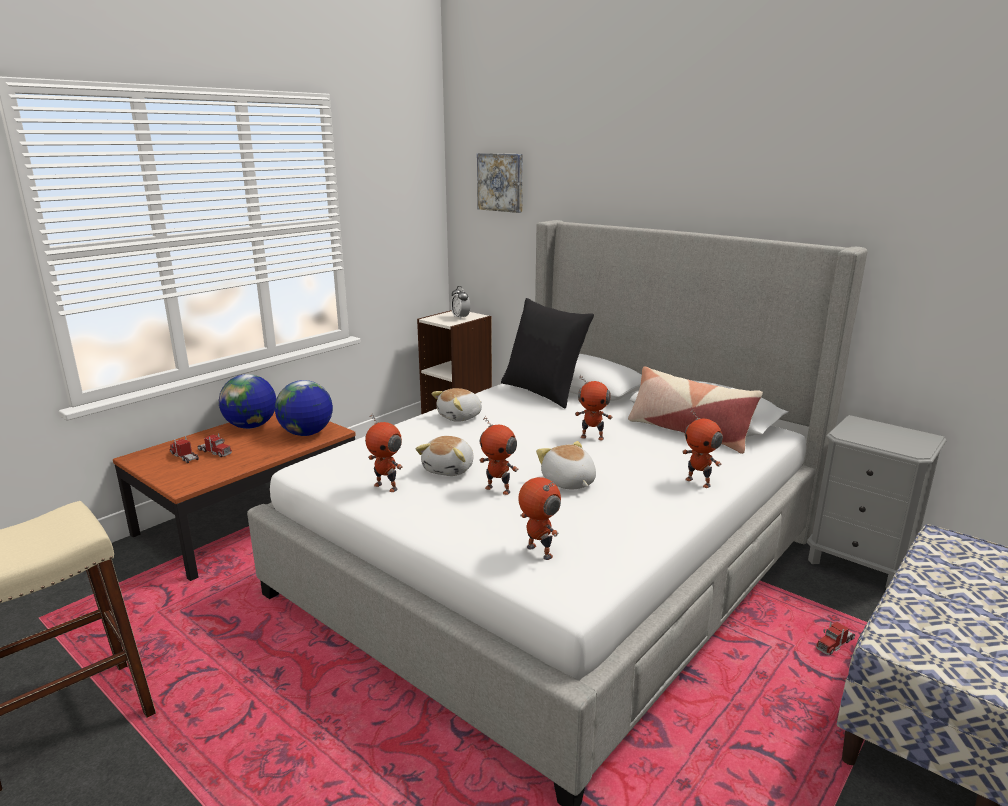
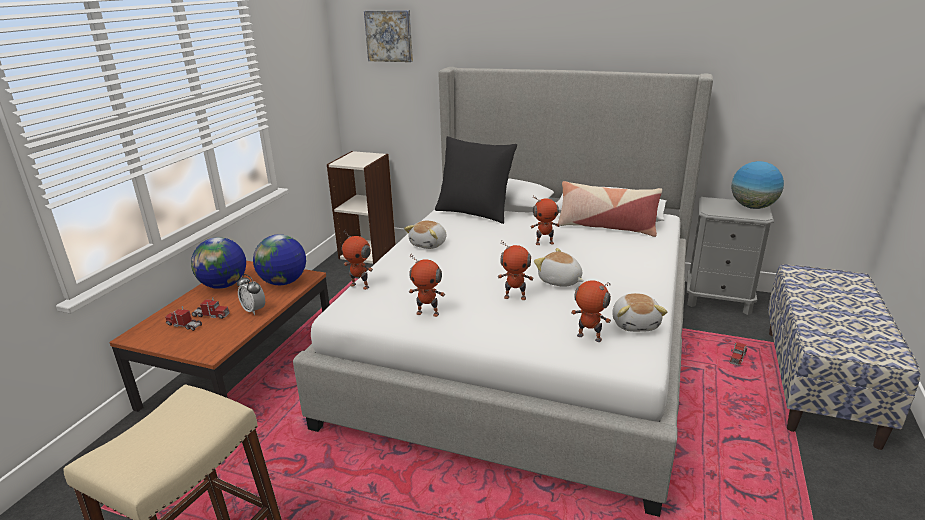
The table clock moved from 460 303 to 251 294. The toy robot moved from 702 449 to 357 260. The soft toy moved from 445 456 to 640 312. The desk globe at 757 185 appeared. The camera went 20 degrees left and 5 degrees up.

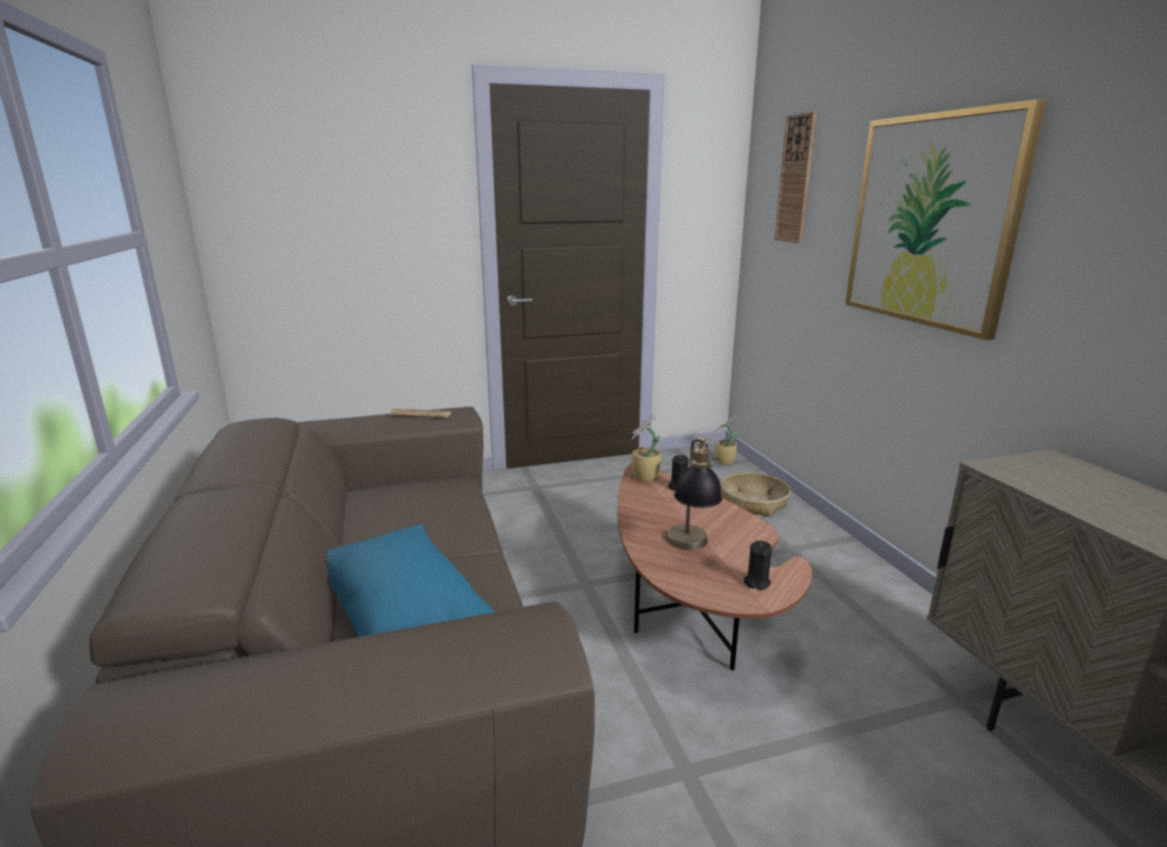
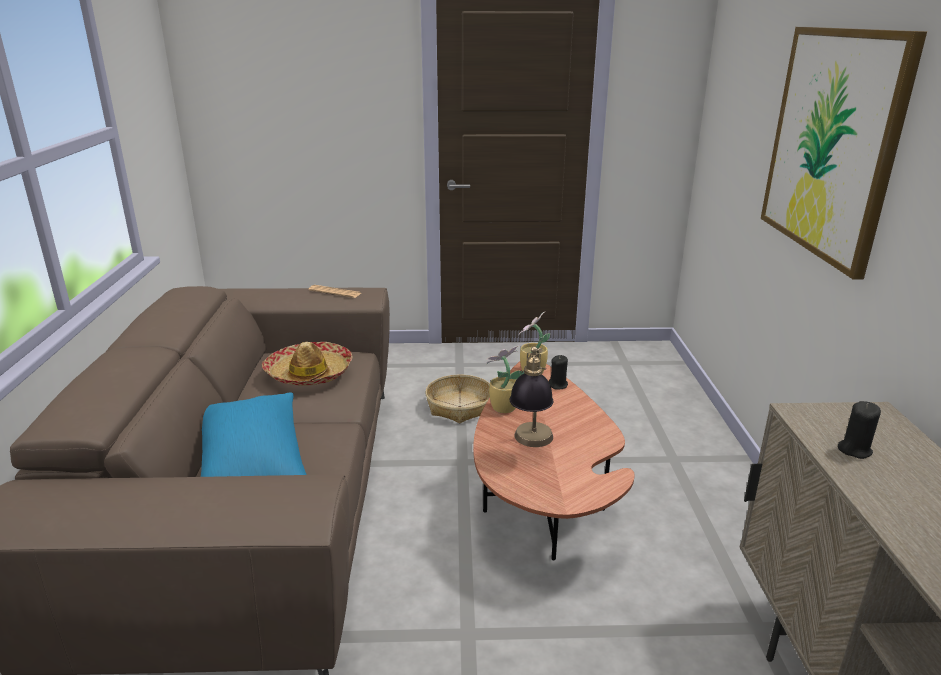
The hat at 307 364 appeared. The storage basket moved from 756 494 to 457 398. The houseplant moved from 727 440 to 505 379. The black-coloured candle moved from 758 565 to 859 430. The hanging clock at 796 178 disappeared. The camera went 15 degrees right and 5 degrees up.

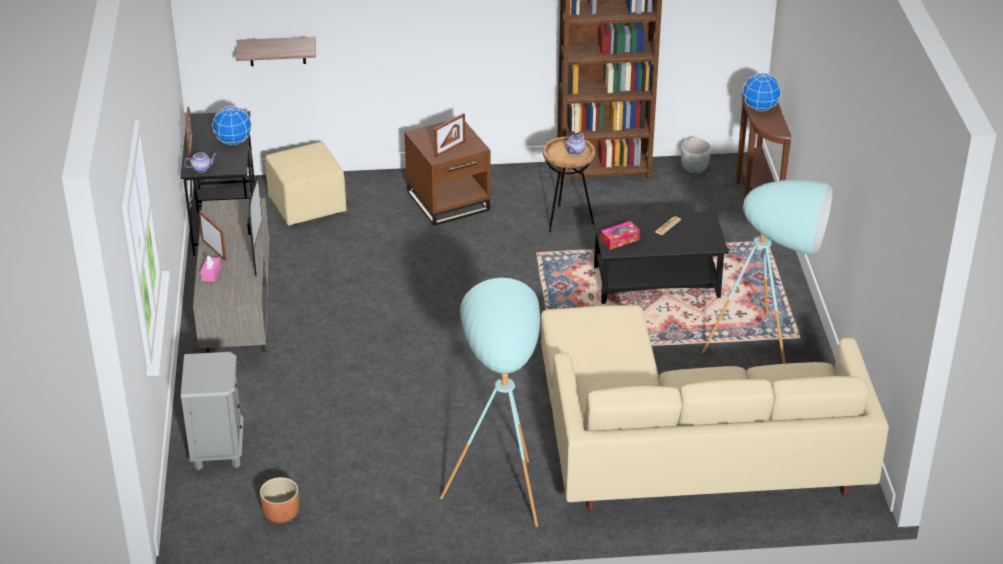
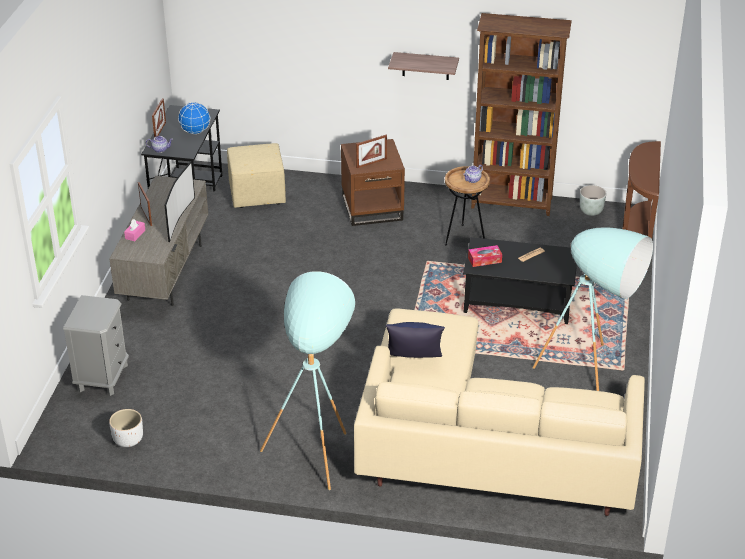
The brown-coloured flower pot at 279 500 became the whitish flower pot at 126 428. The bluish cushion at 415 340 appeared. The shelf moved from 276 51 to 423 66. The desk globe at 762 92 disappeared. The camera went 15 degrees right and 0 degrees up.

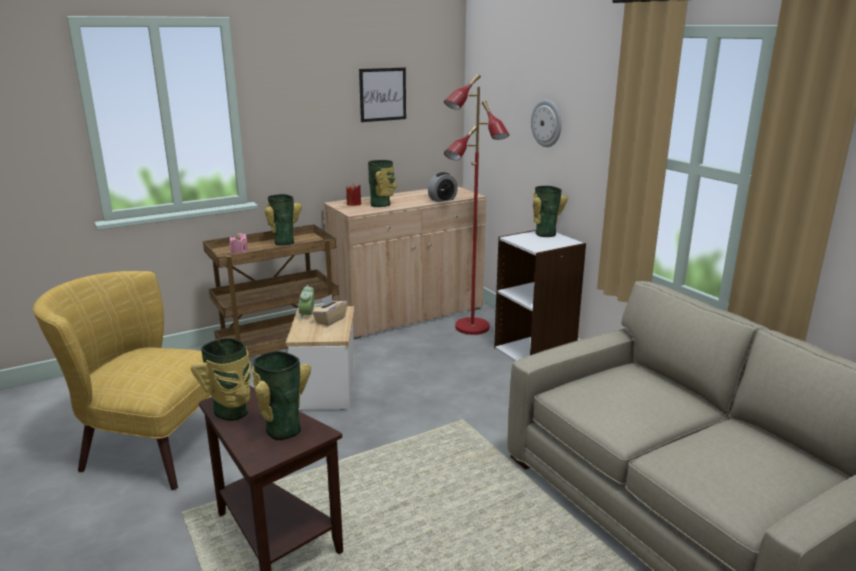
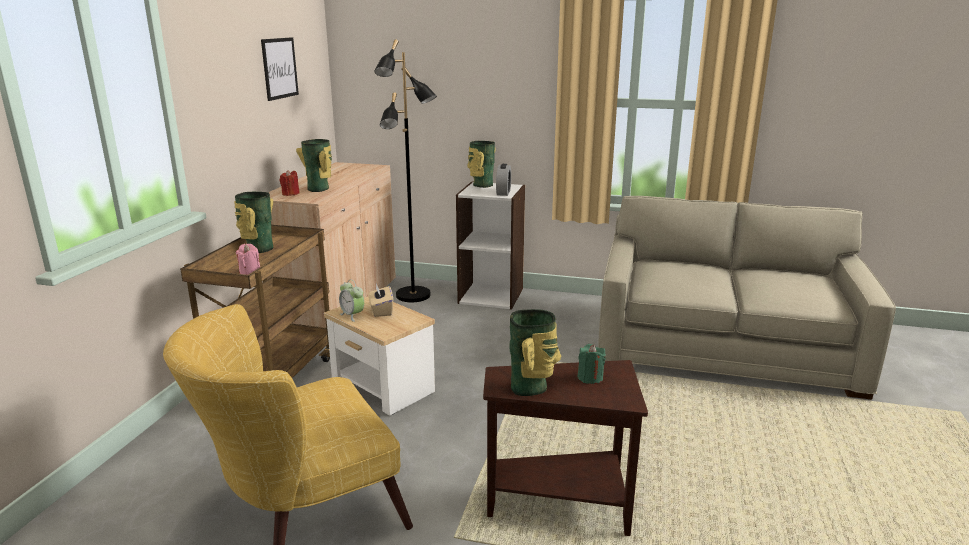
The red standing lamp at 476 204 became the black-coloured standing lamp at 405 170. The table clock moved from 443 187 to 503 180. The decorative vase at 281 395 was replaced by the green candle at 592 364. The hanging clock at 546 123 disappeared. The camera went 45 degrees left and 0 degrees up.

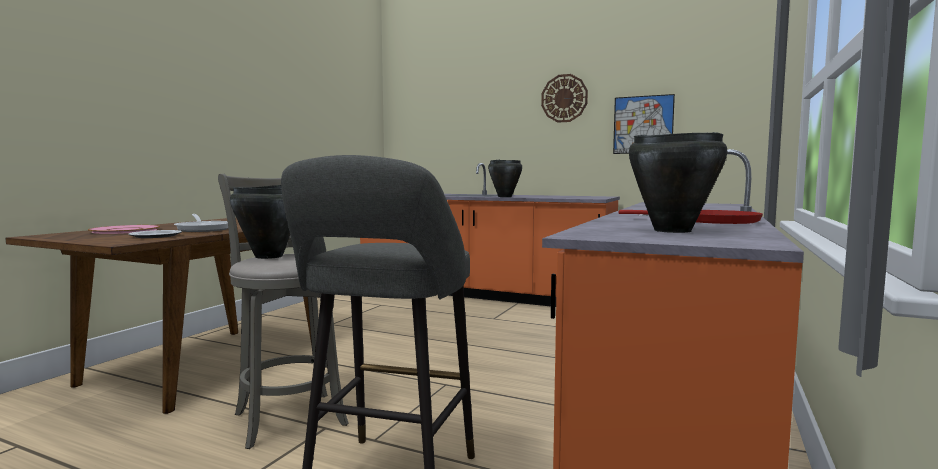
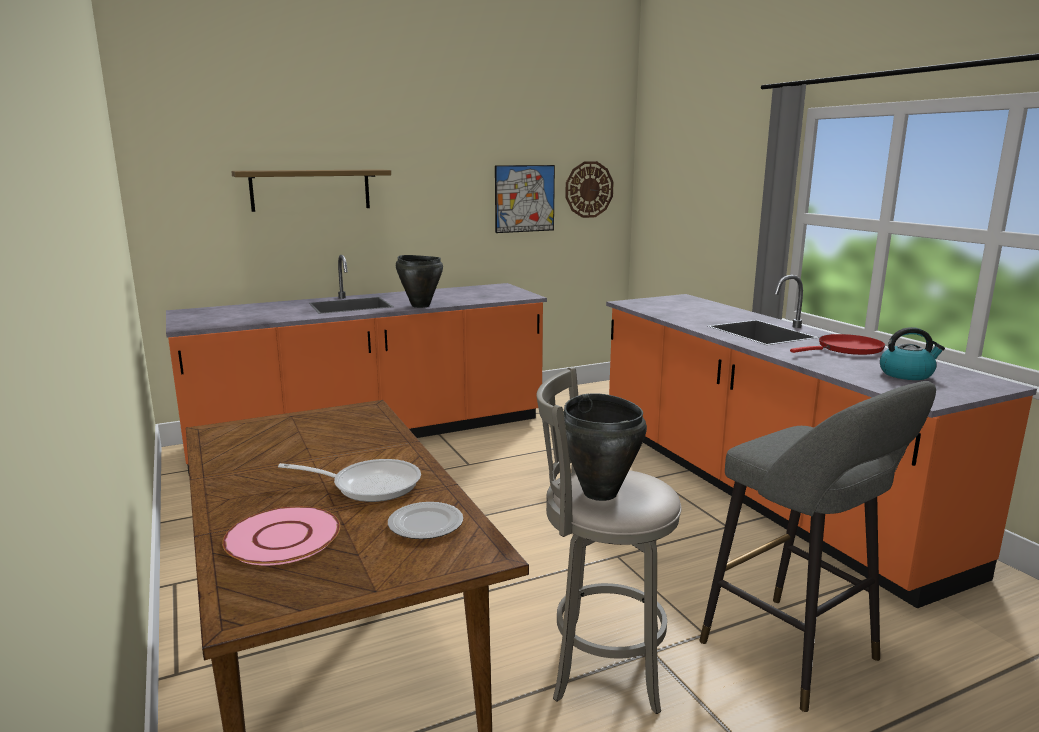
The shelf at 311 190 appeared. The hanging clock moved from 564 98 to 589 189. The black-coloured cooking pot at 678 182 was replaced by the water kettle at 912 353. The camera went 50 degrees left and 10 degrees up.

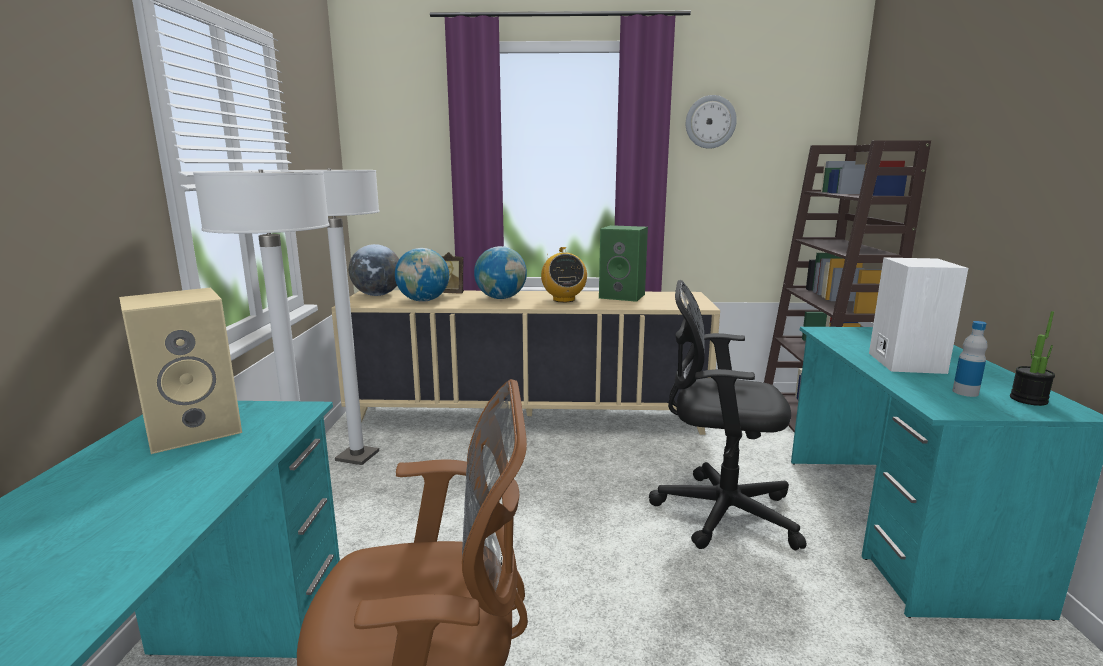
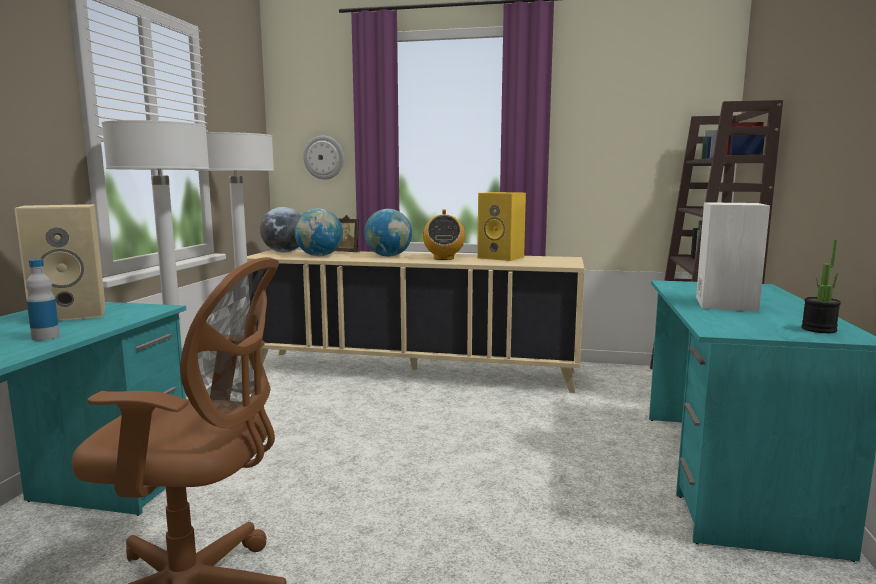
The beverage bottle moved from 970 359 to 43 300. The hanging clock moved from 711 122 to 323 158. The green loudspeaker at 623 263 became the yellow-coloured loudspeaker at 501 226. The black-coloured computer chair at 727 415 disappeared. The camera went 10 degrees right and 5 degrees down.

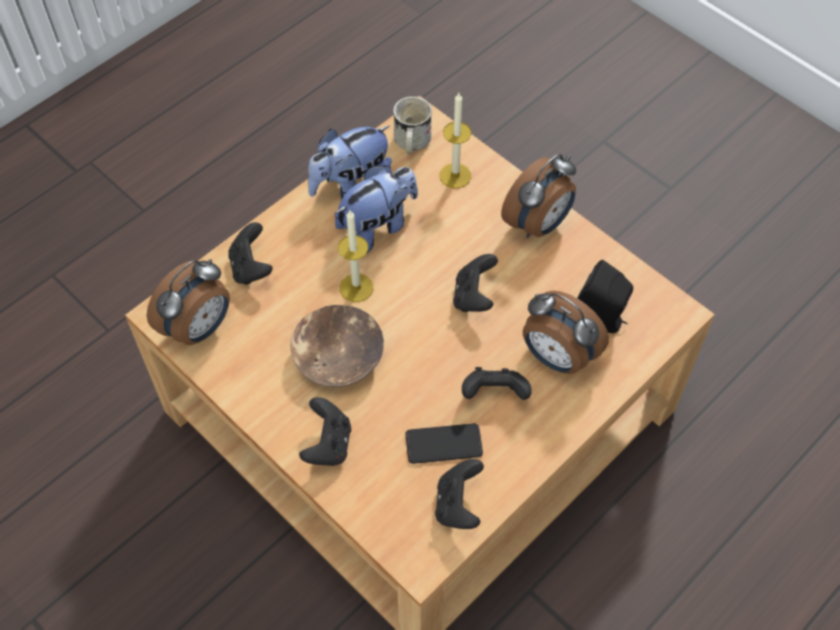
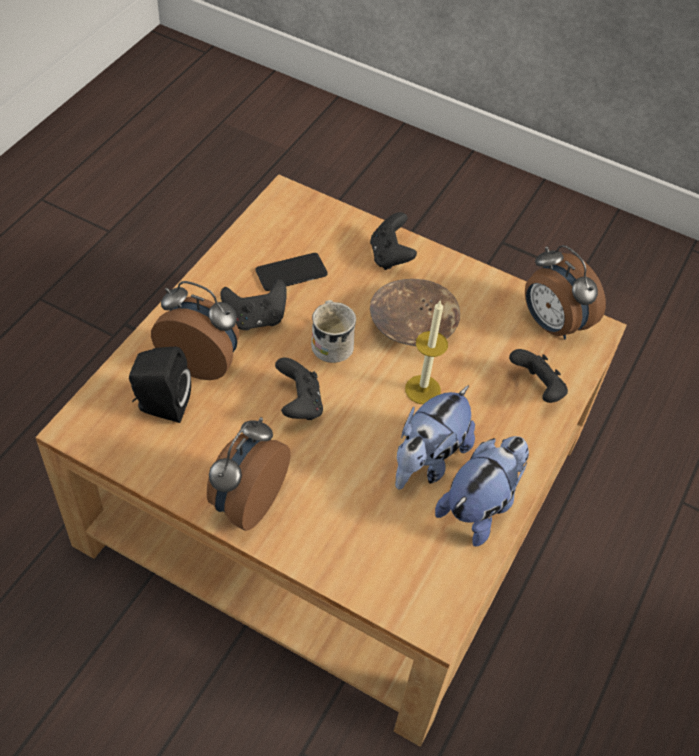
The whitish tea mug moved from 412 125 to 333 331. The table clock at 188 302 turned 60 degrees counterclockwise. The black-coloured joypad at 459 494 disappeared. The candle at 455 140 disappeared. The camera went 160 degrees right and 5 degrees down.

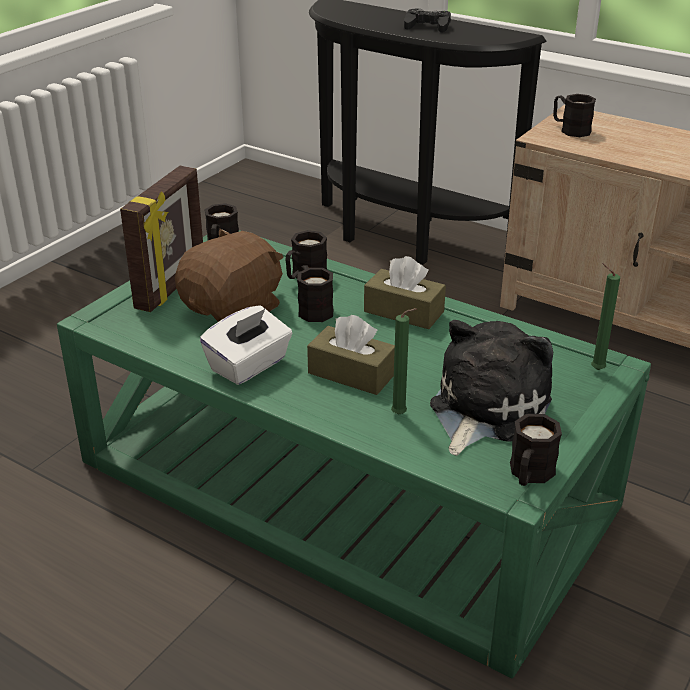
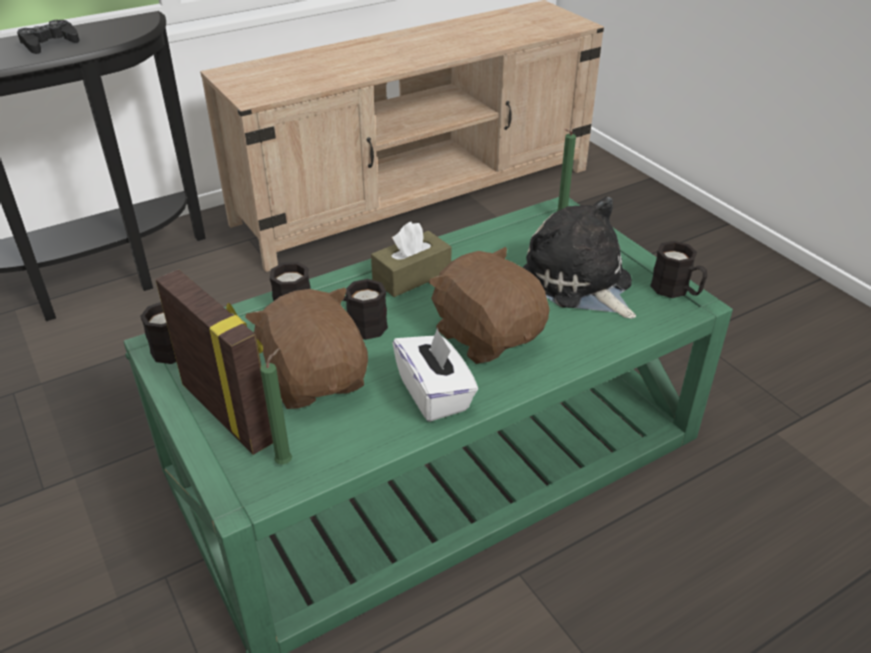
The green candle moved from 403 361 to 276 406. The brown-coloured box of tissues at 351 355 was replaced by the brown-coloured soft toy at 489 305. The black-coloured tea mug at 574 115 disappeared. The camera went 65 degrees left and 5 degrees up.

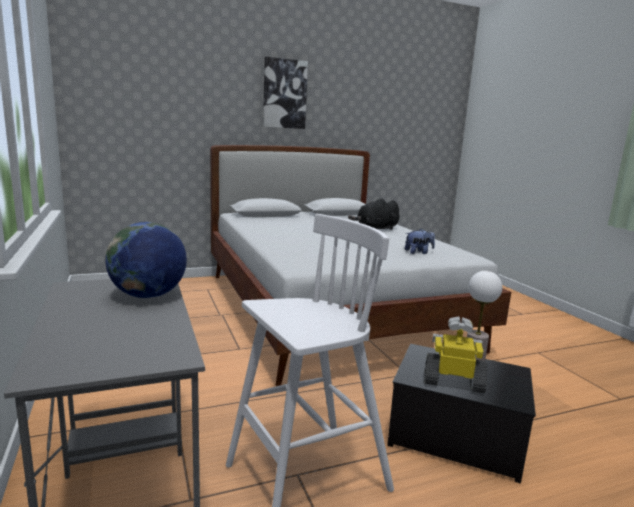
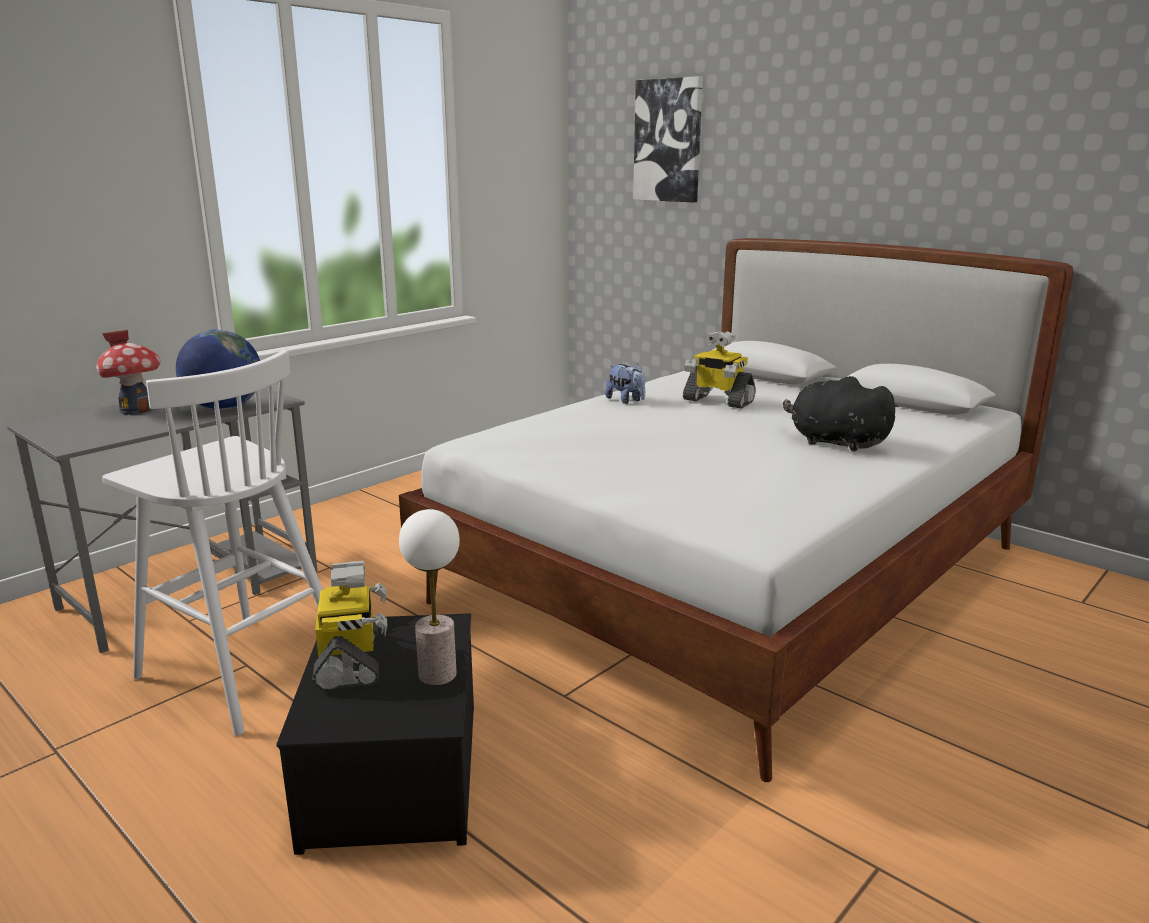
The miniature house at 128 372 appeared. The soft toy moved from 420 241 to 625 384. The wall art moved from 285 93 to 668 139. The toy robot at 719 370 appeared. The camera went 65 degrees right and 5 degrees up.

